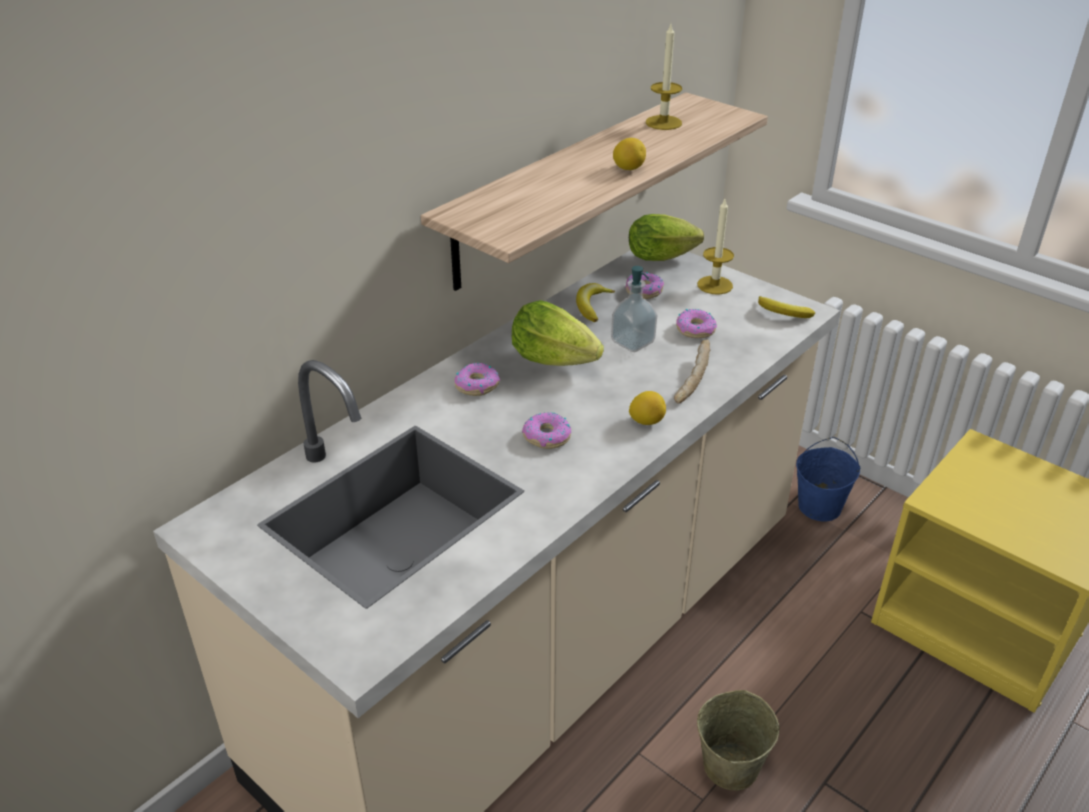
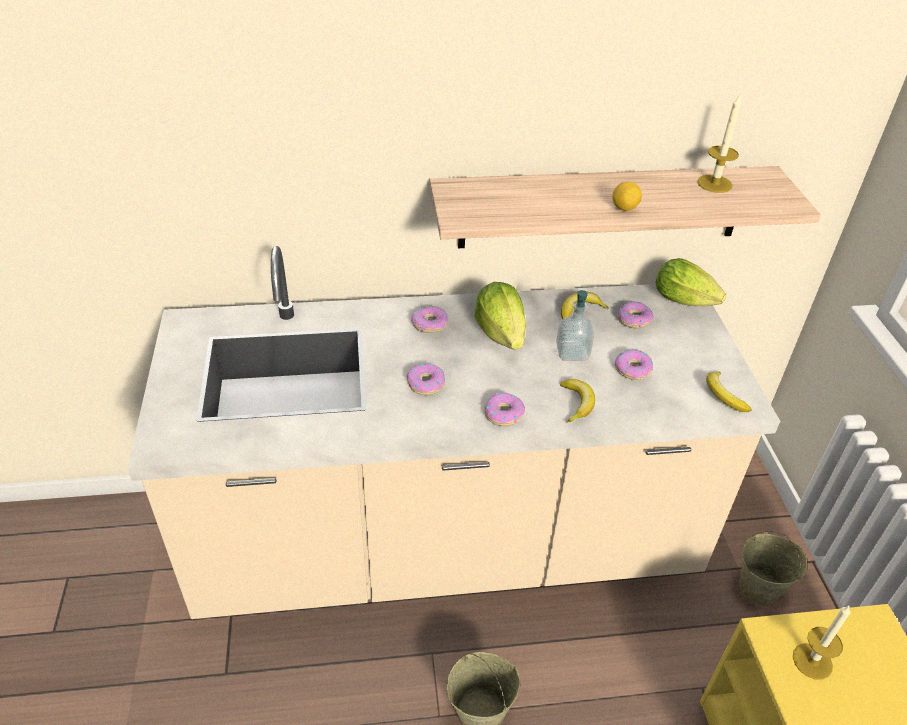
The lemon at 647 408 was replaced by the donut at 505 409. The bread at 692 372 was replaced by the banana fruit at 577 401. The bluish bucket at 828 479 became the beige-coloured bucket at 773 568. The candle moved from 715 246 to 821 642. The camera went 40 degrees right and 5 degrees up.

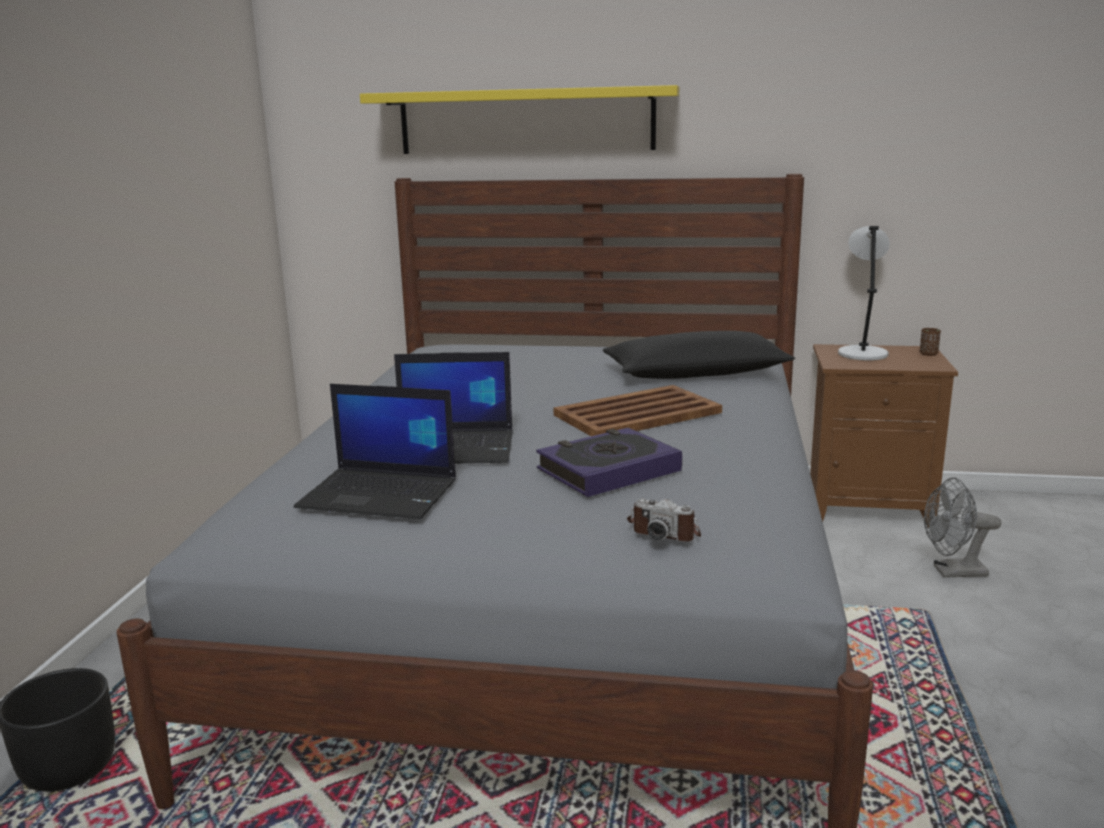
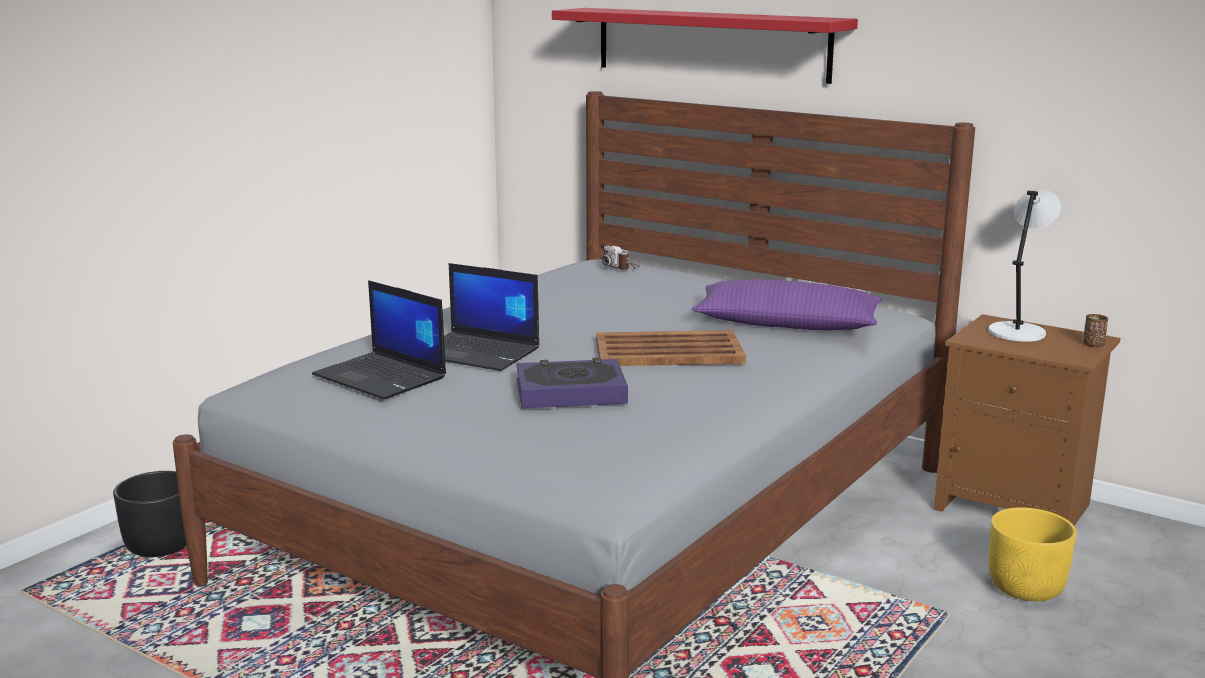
The yellow-coloured shelf at 519 119 became the red shelf at 705 46. The photo camera moved from 664 520 to 621 257. The black-coloured cushion at 699 355 became the purplish cushion at 787 304. The grey electric fan at 962 527 was replaced by the yellow-coloured flower pot at 1033 554. The camera went 25 degrees right and 0 degrees up.

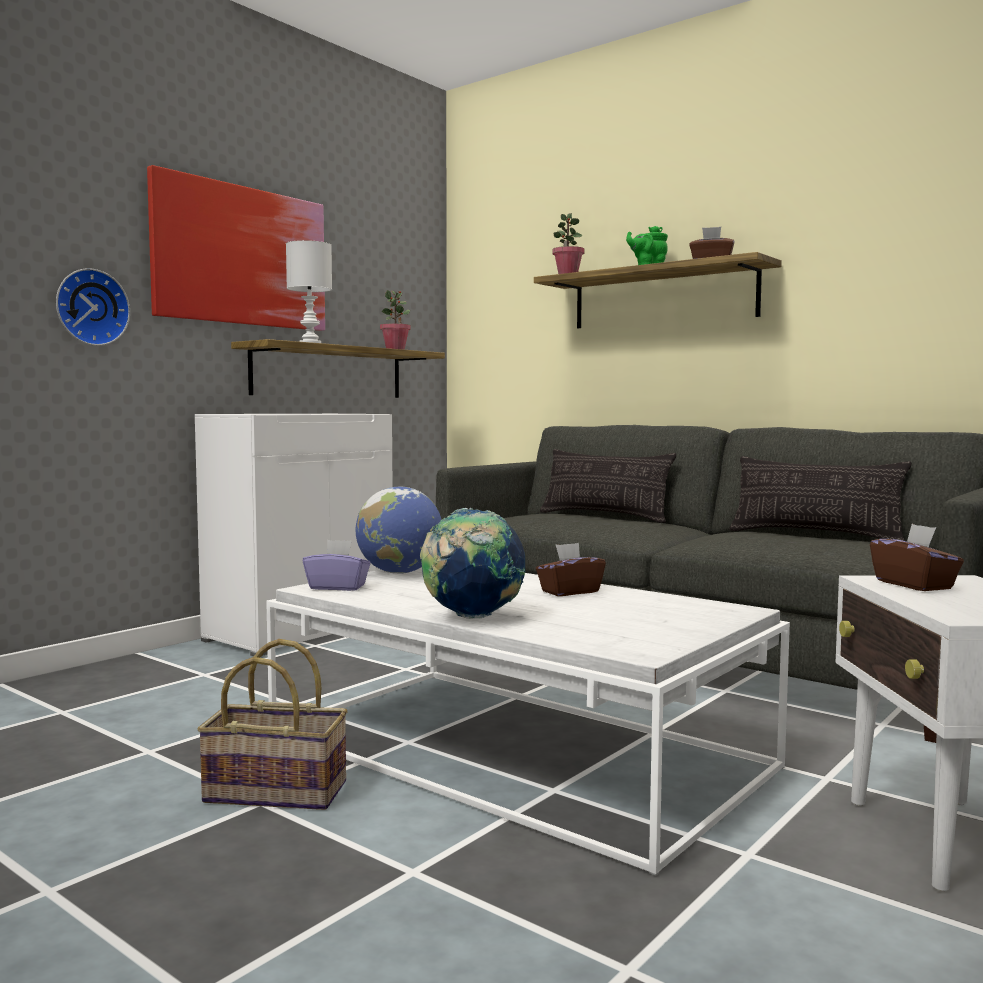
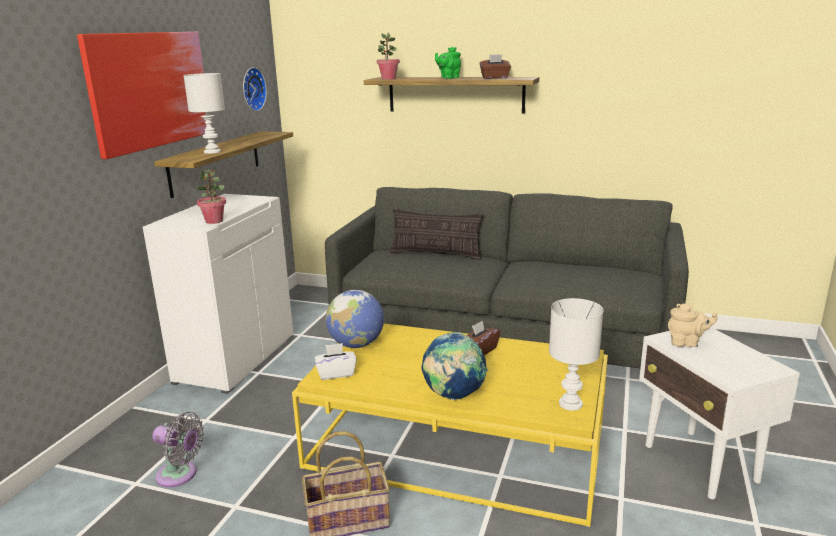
The grey electric fan at 178 449 appeared. The houseplant moved from 395 320 to 211 197. The hanging clock moved from 93 307 to 255 89. The whitish low table at 528 721 became the yellow-coloured low table at 450 425. The purplish box of tissues at 337 565 became the whitish box of tissues at 336 361. The whitish table lamp at 576 354 appeared. The brown-coloured box of tissues at 917 557 was replaced by the beige-coloured tea pot at 693 325. The cushion at 820 498 disappeared. The camera went 20 degrees left and 15 degrees up.

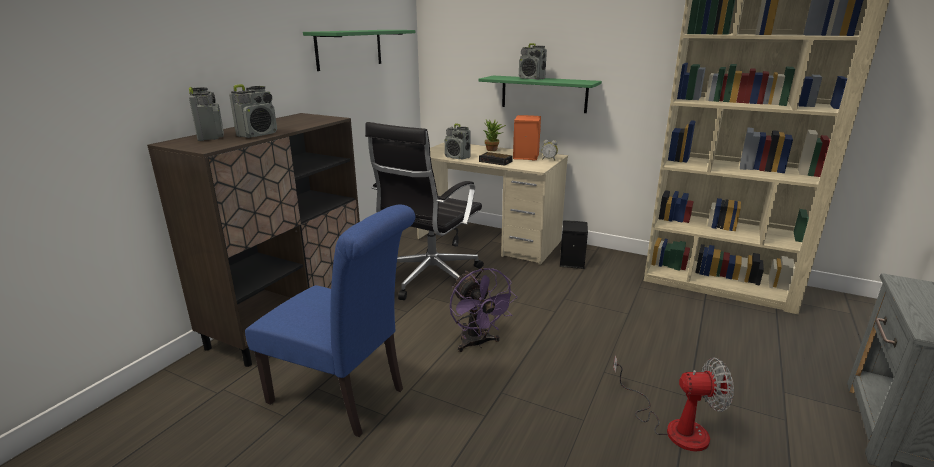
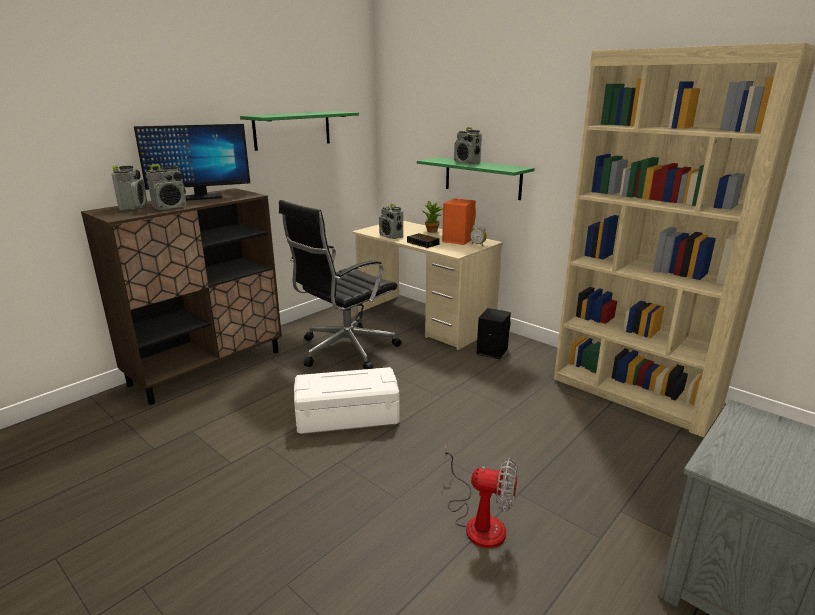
The computer display at 192 162 appeared. The purplish electric fan at 483 310 was replaced by the whitish storage box at 347 400. The bluish upright chair at 330 321 disappeared. The camera went 15 degrees right and 0 degrees up.

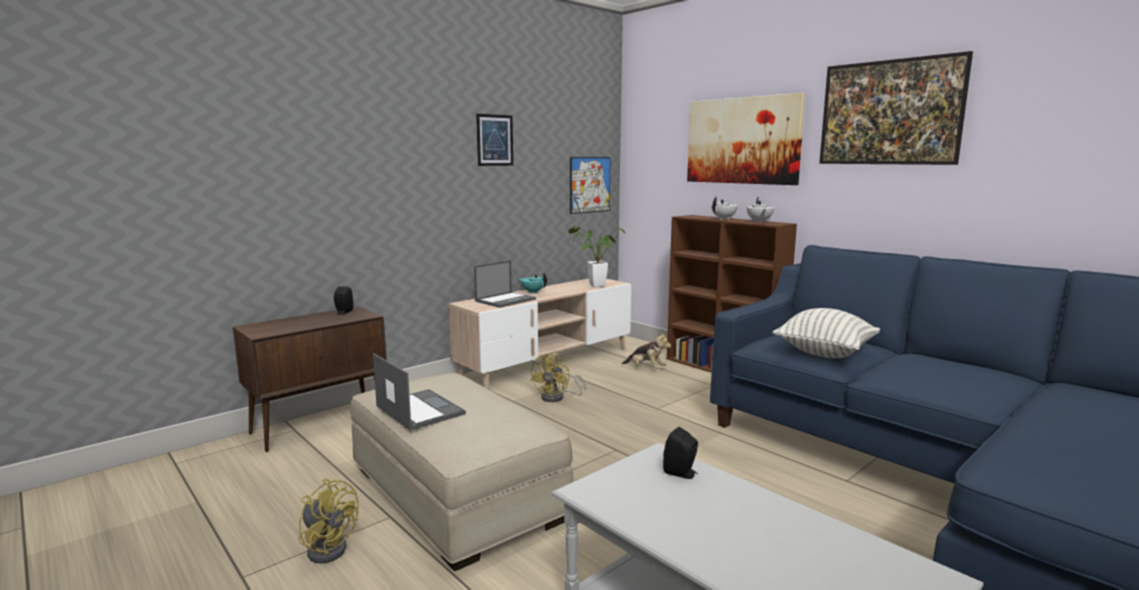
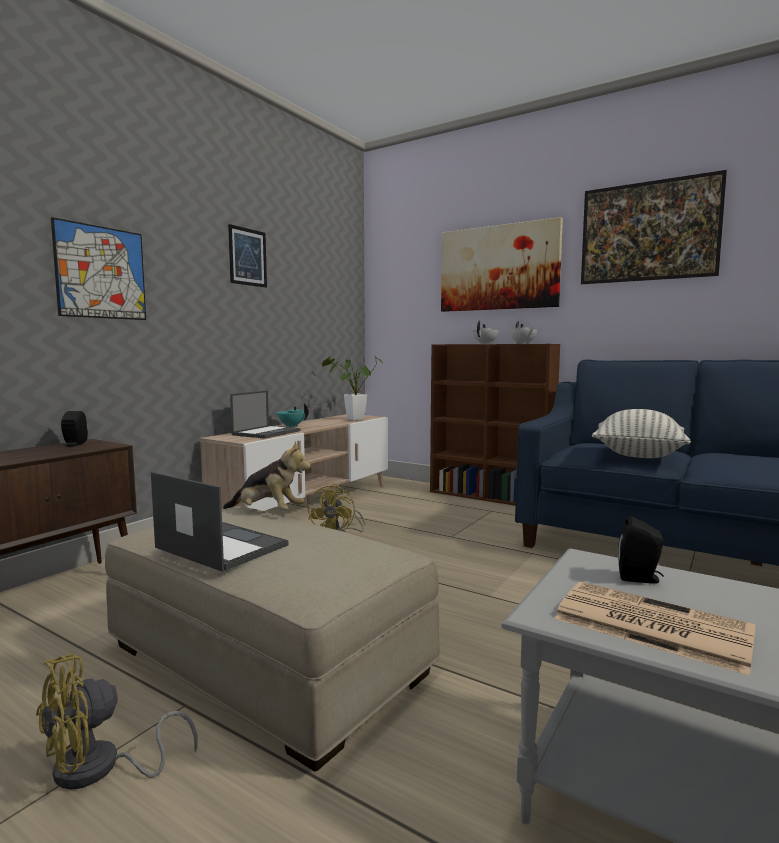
The yellow-coloured electric fan at 328 521 turned 120 degrees clockwise. The wall art moved from 590 185 to 98 268. The soft toy moved from 646 350 to 267 475. The daily paper at 655 629 appeared. The camera went 15 degrees left and 5 degrees down.

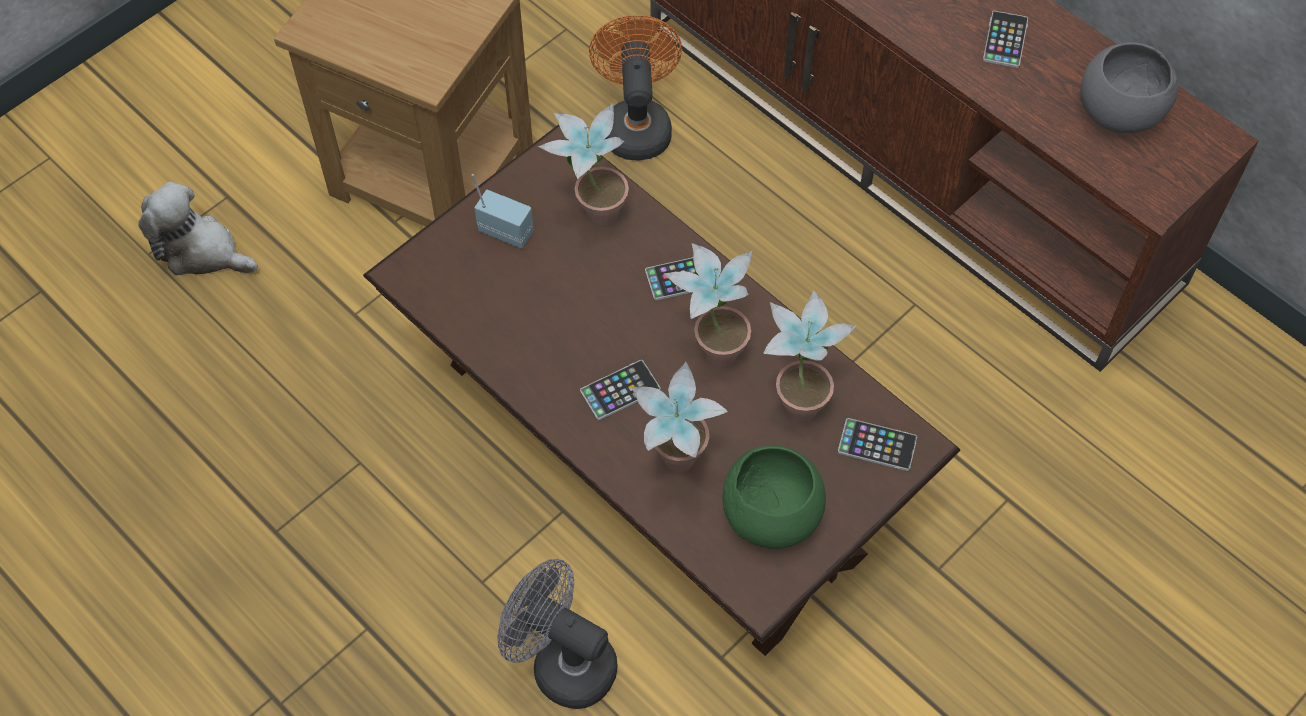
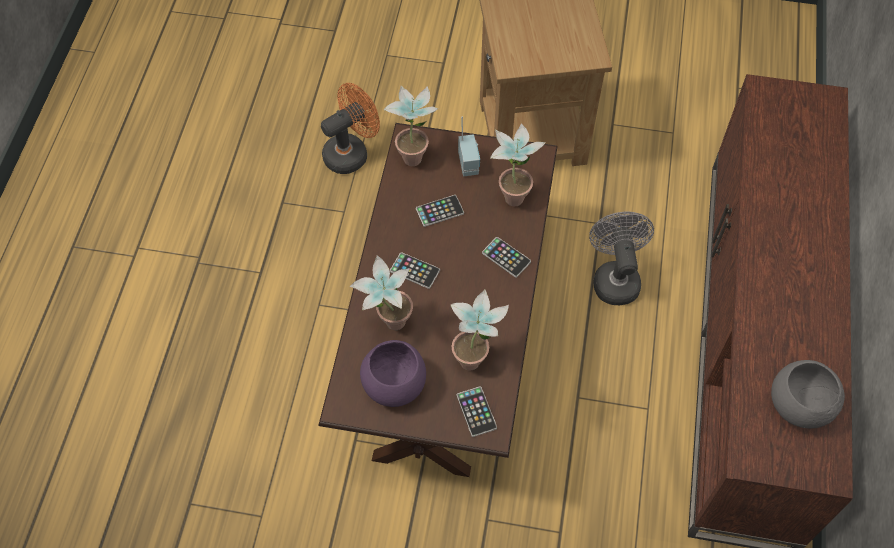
The orangey electric fan moved from 635 88 to 350 128. The green deep dish at 774 497 became the purplish deep dish at 393 373. The houseplant moved from 708 306 to 411 126. The telephone moved from 1005 39 to 440 211. The grey electric fan moved from 557 634 to 621 258. The soft toy at 198 228 disappeared. The camera went 55 degrees right and 0 degrees up.

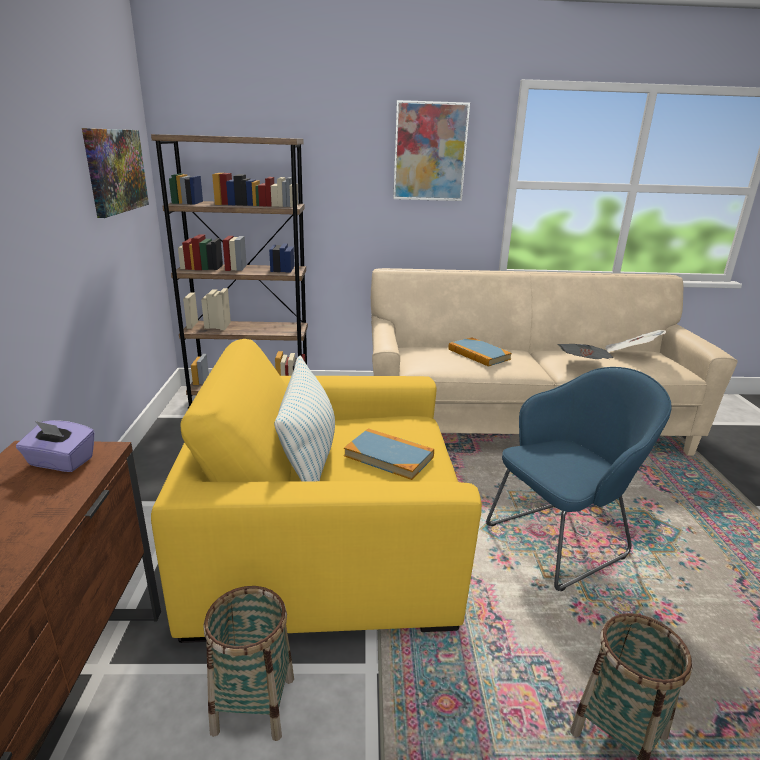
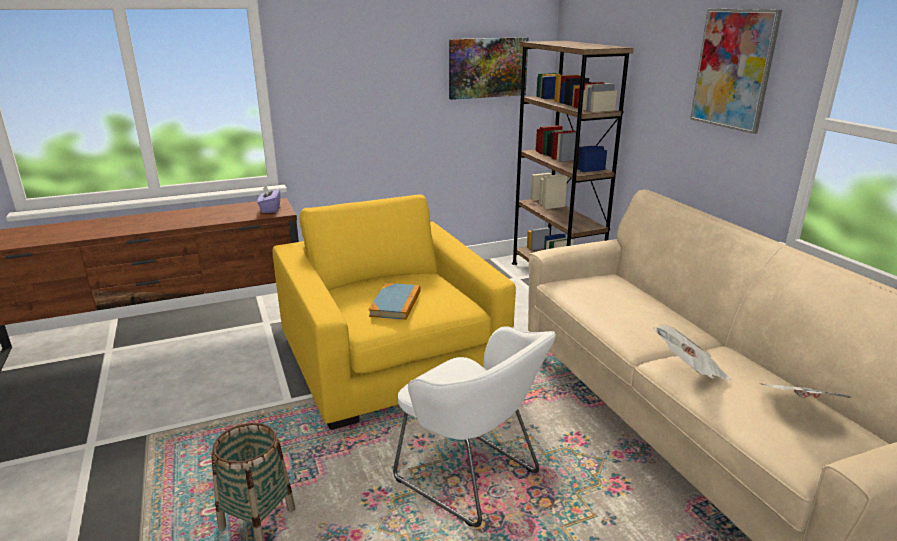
The bluish armchair at 578 479 became the whitish armchair at 474 426. The storage basket at 249 663 disappeared. The cushion at 304 418 disappeared. The volume at 480 352 disappeared. The camera went 70 degrees right and 0 degrees up.

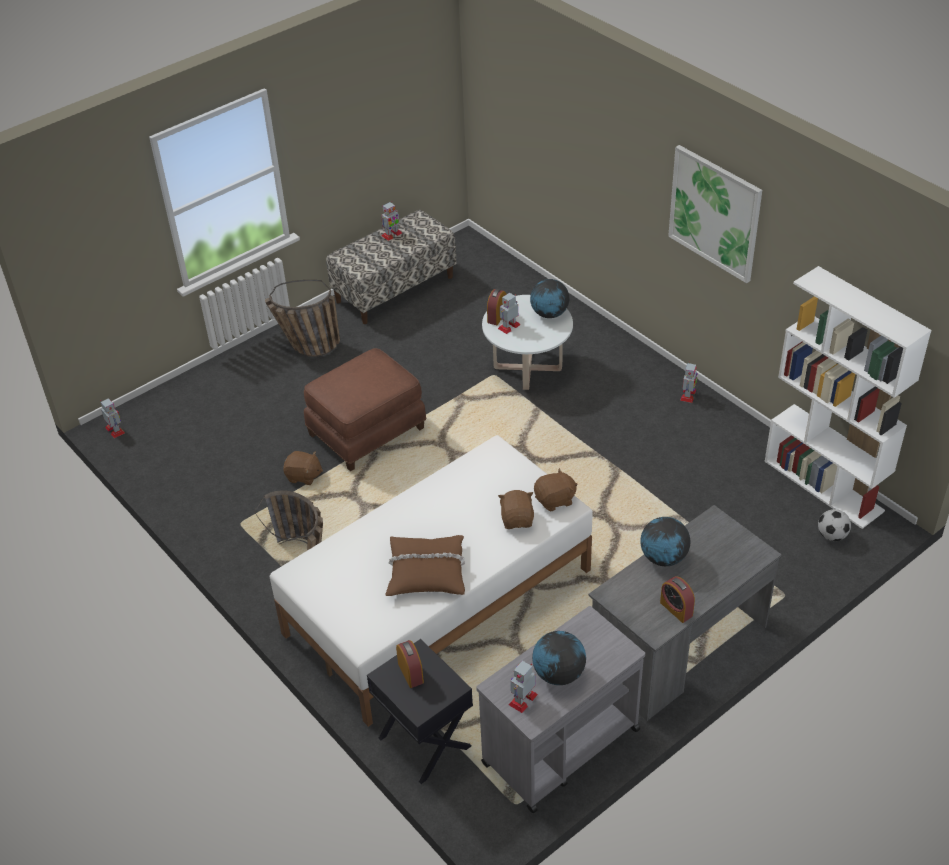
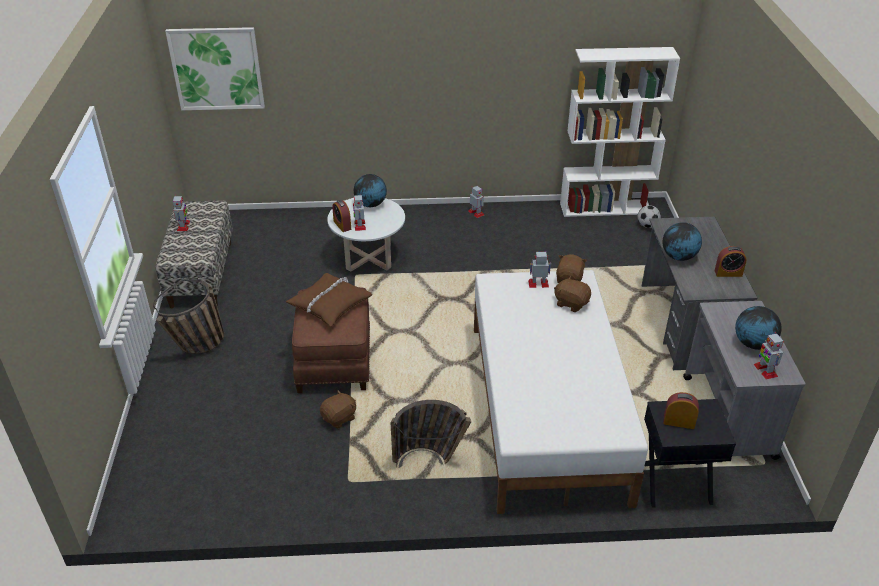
The wall art moved from 715 214 to 215 68. The brown-coloured cushion moved from 425 565 to 329 300. The toy robot moved from 112 418 to 539 270. The camera went 55 degrees left and 5 degrees down.

